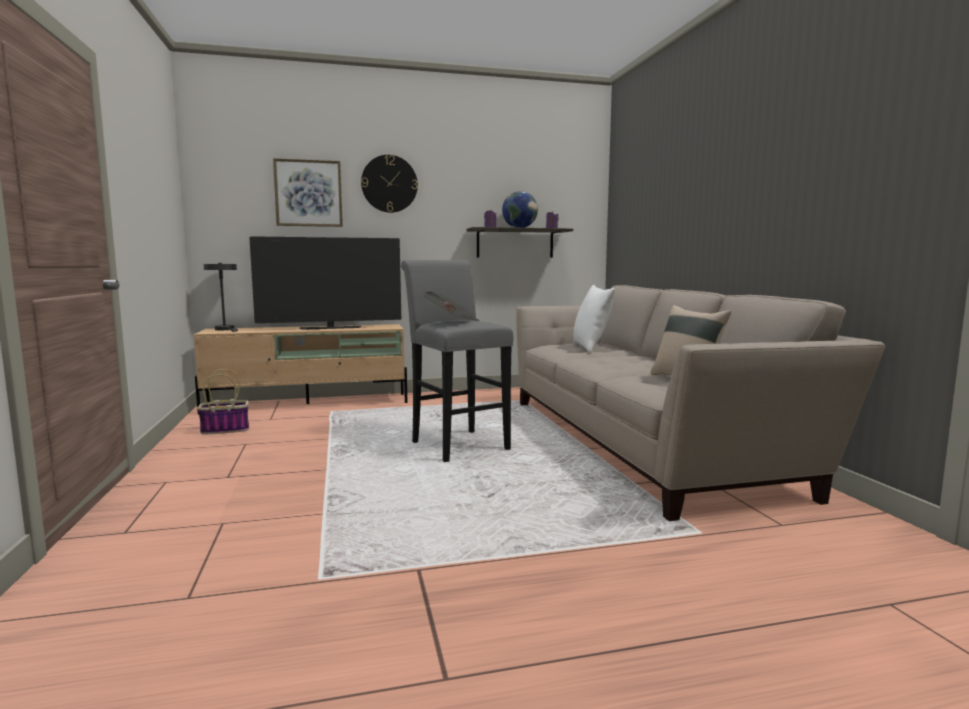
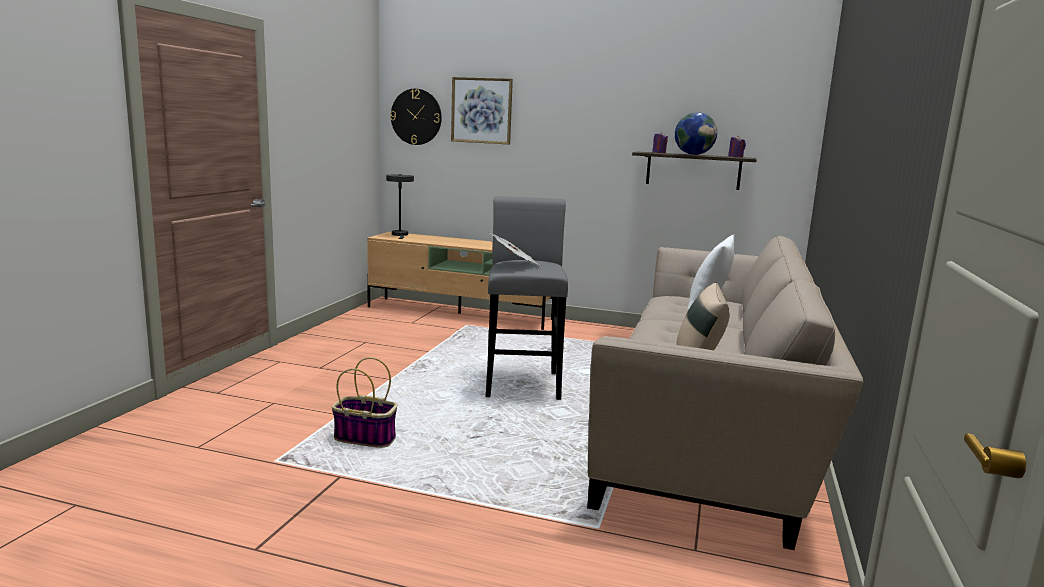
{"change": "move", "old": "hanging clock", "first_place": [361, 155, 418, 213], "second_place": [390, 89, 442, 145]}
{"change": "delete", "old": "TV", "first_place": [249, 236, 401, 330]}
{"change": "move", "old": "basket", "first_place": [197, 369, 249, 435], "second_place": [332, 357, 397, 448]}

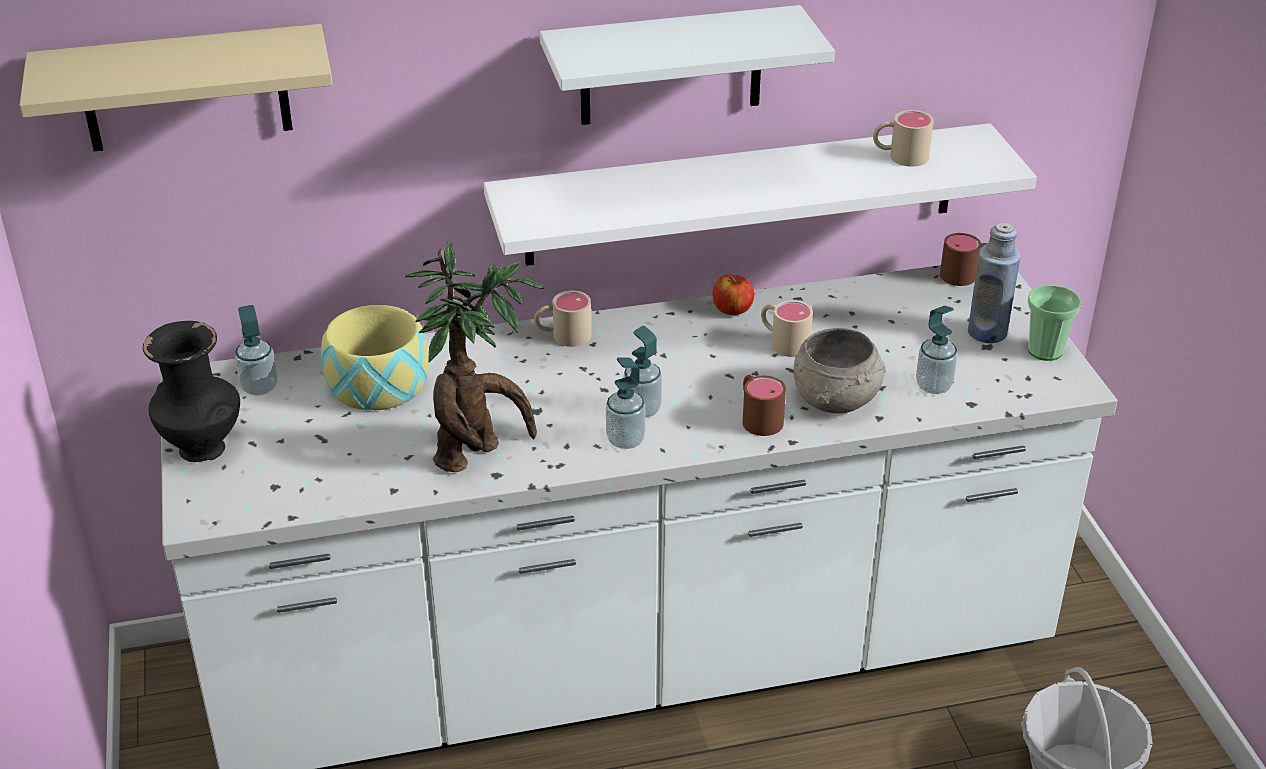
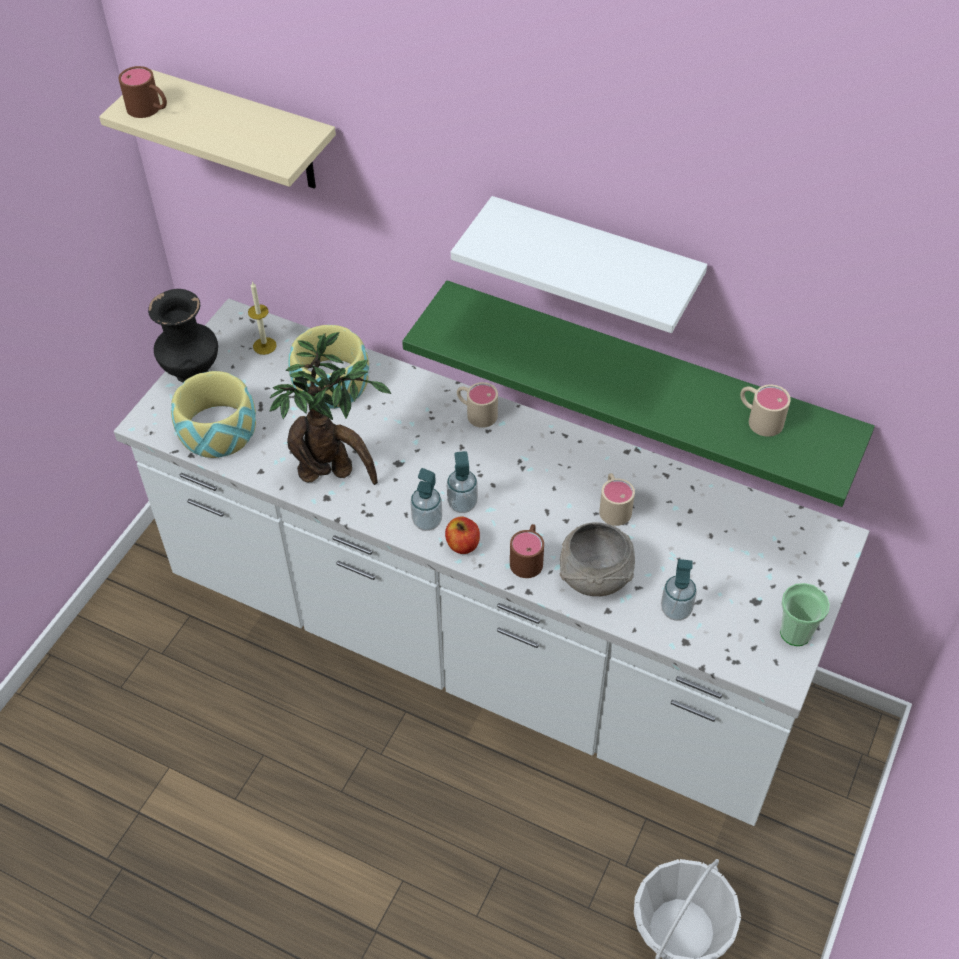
{"change": "recolor", "old": "whitish bracket shelf", "new": "greenish bracket shelf", "first_place": [484, 123, 1037, 266], "second_place": [402, 280, 875, 507]}
{"change": "delete", "old": "blue bottle", "first_place": [968, 222, 1021, 343]}
{"change": "move", "old": "brownish tea mug", "first_place": [940, 233, 988, 286], "second_place": [118, 66, 167, 118]}
{"change": "move", "old": "whole apple", "first_place": [712, 275, 754, 315], "second_place": [445, 516, 480, 554]}
{"change": "replace", "old": "soap bottle", "new": "wax candle", "first_place": [235, 305, 277, 396], "second_place": [248, 281, 277, 355]}
{"change": "insert", "new": "deep dish", "second_place": [171, 371, 256, 458]}

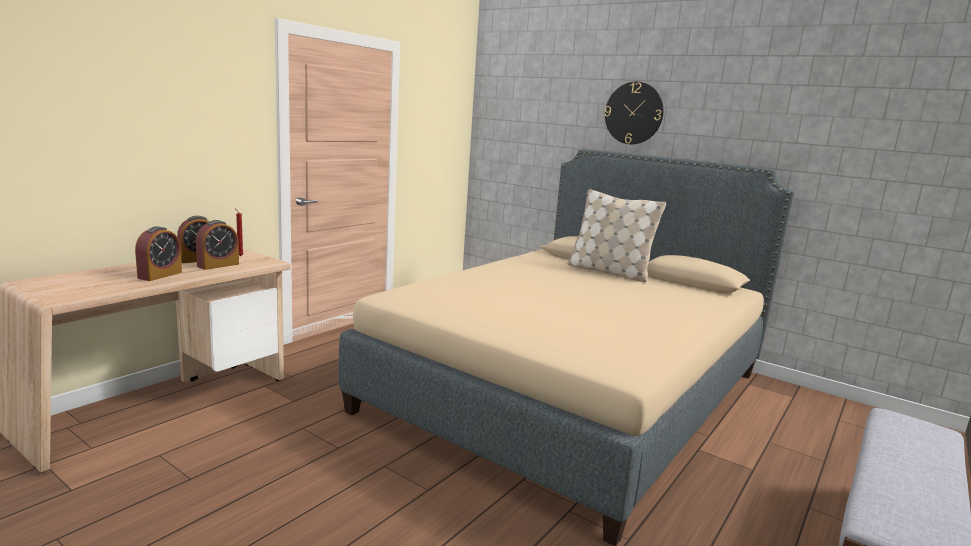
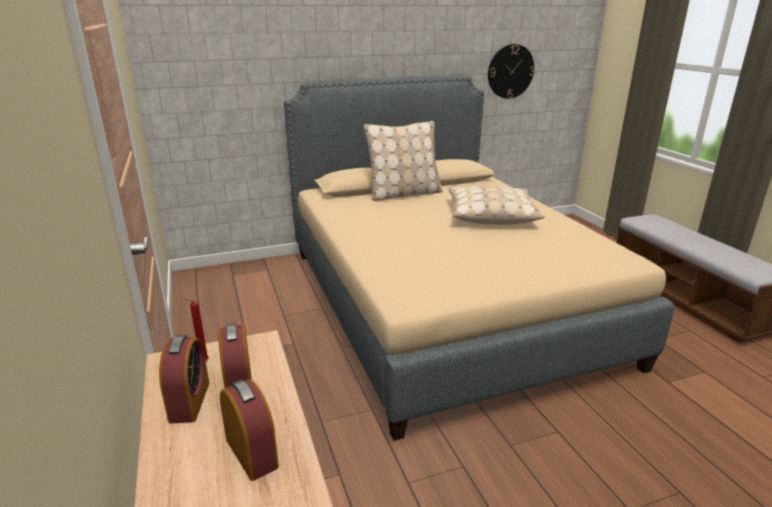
{"change": "move", "old": "hanging clock", "first_place": [604, 82, 664, 144], "second_place": [488, 44, 535, 99]}
{"change": "insert", "new": "beige cushion", "second_place": [448, 186, 545, 225]}

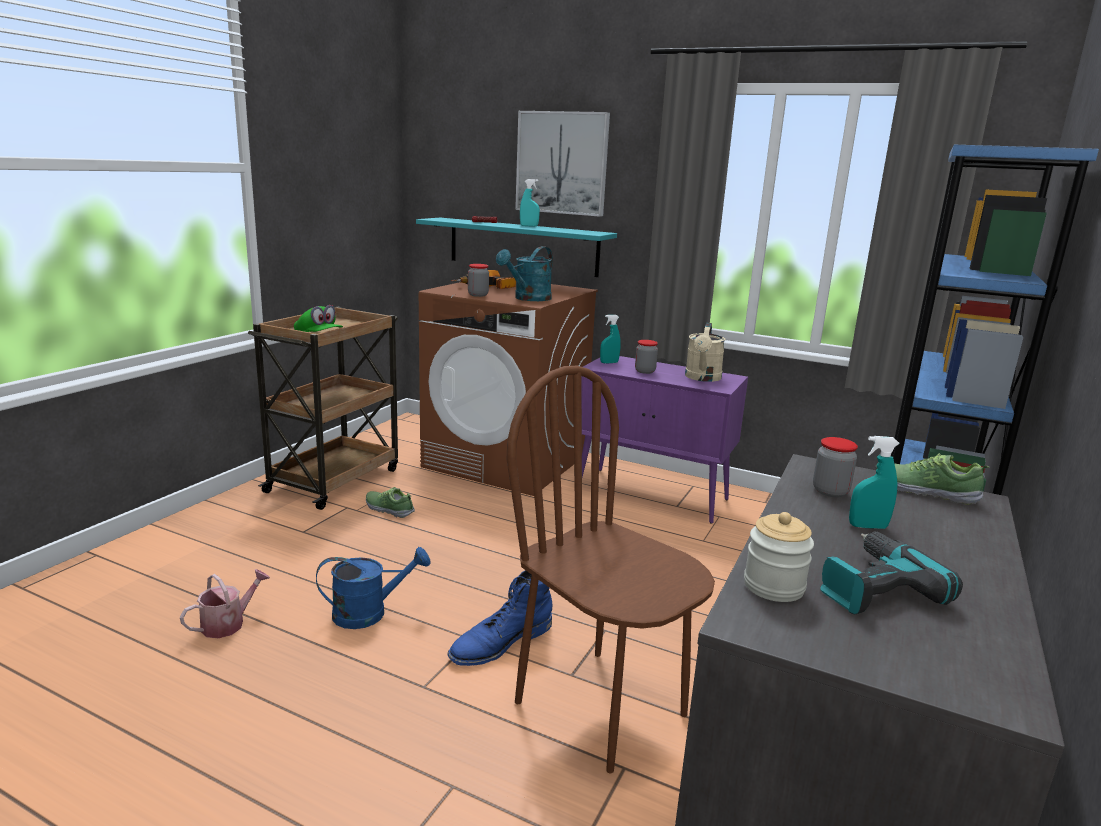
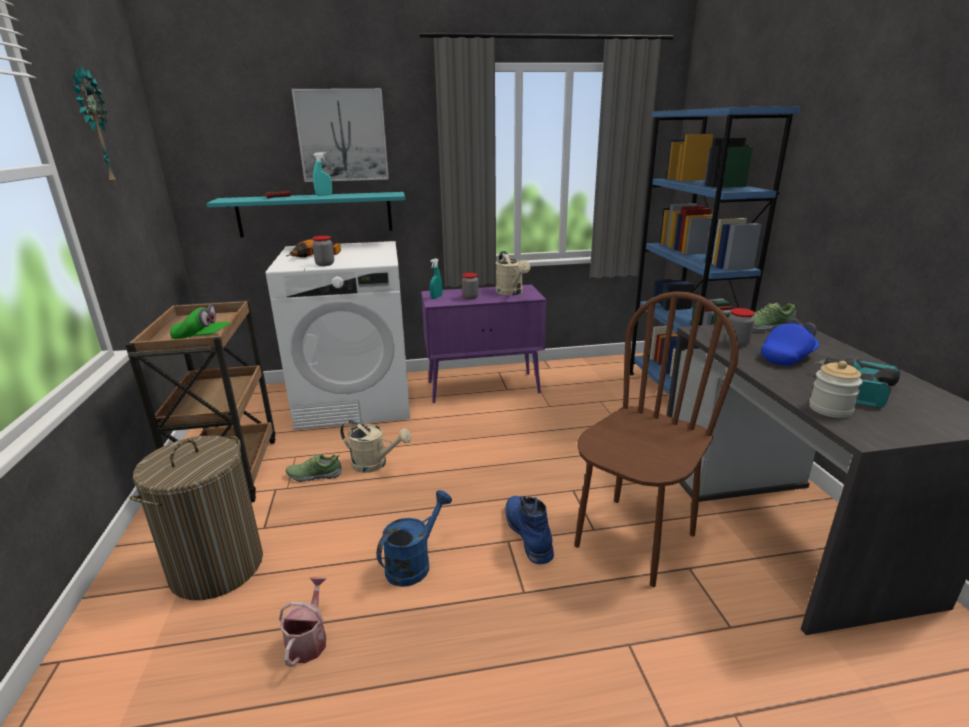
{"change": "delete", "old": "turquoise sprinkling can", "first_place": [496, 246, 553, 301]}
{"change": "recolor", "old": "brownish laundry machine", "new": "whitish laundry machine", "first_place": [419, 282, 598, 496], "second_place": [266, 241, 410, 430]}
{"change": "rotate", "old": "brownish chair", "first_place": [507, 366, 715, 773], "second_place": [574, 291, 739, 587], "degrees": 120}
{"change": "replace", "old": "turquoise spray bottle", "new": "blue baseball cap", "first_place": [849, 436, 900, 529], "second_place": [761, 318, 819, 366]}
{"change": "rotate", "old": "blue high-top boot", "first_place": [447, 570, 553, 666], "second_place": [505, 496, 554, 564], "degrees": 150}
{"change": "insert", "new": "hanging clock", "second_place": [72, 65, 116, 185]}
{"change": "insert", "new": "beige sprinkling can", "second_place": [340, 420, 412, 473]}
{"change": "insert", "new": "hamper", "second_place": [129, 436, 263, 600]}

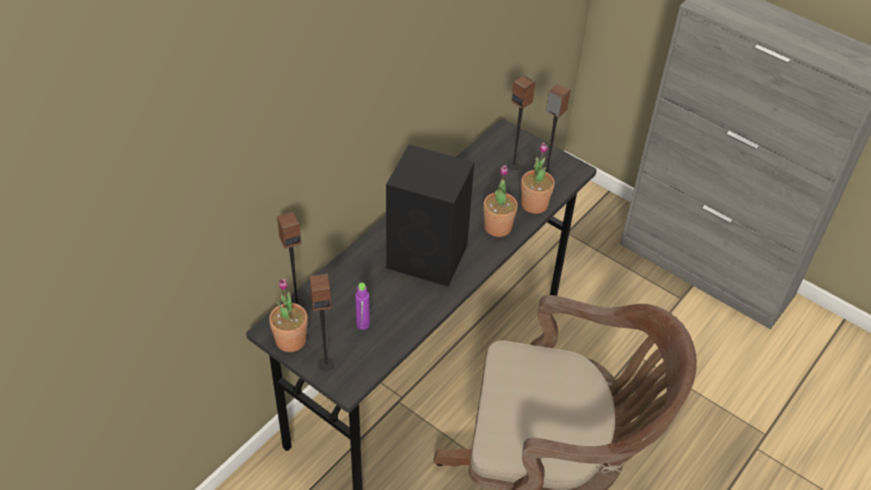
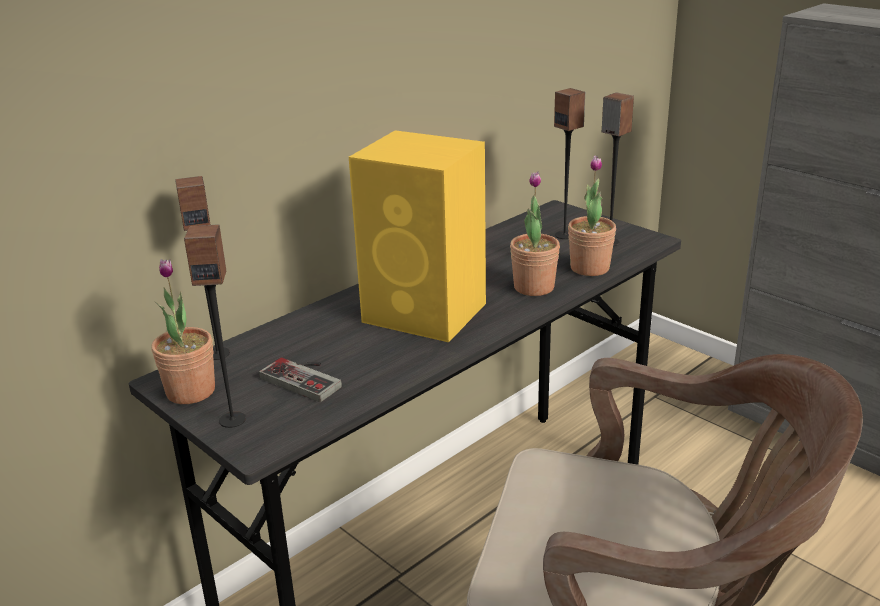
{"change": "recolor", "old": "black audio speaker", "new": "yellowish audio speaker", "first_place": [386, 145, 474, 287], "second_place": [349, 130, 486, 342]}
{"change": "replace", "old": "purple-coloured bottle", "new": "joypad", "first_place": [355, 283, 370, 330], "second_place": [259, 358, 342, 402]}

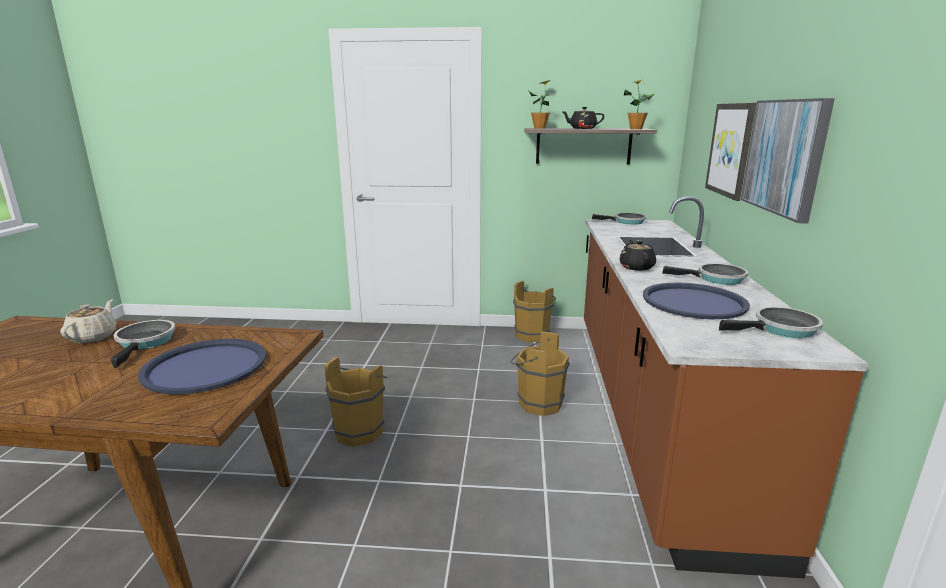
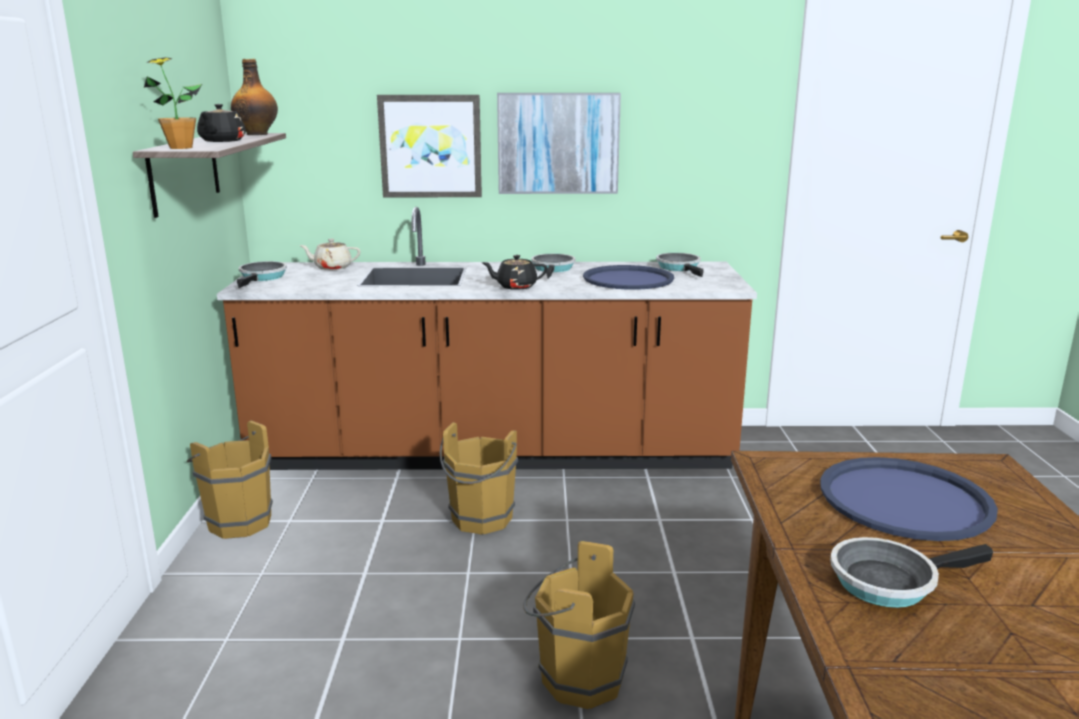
{"change": "replace", "old": "potted plant", "new": "bottle", "first_place": [624, 80, 654, 129], "second_place": [231, 59, 278, 135]}
{"change": "move", "old": "beige pot for tea", "first_place": [60, 299, 116, 344], "second_place": [299, 239, 360, 270]}

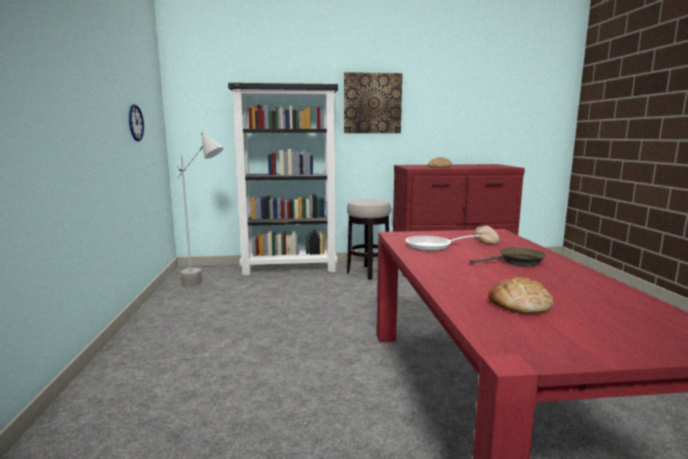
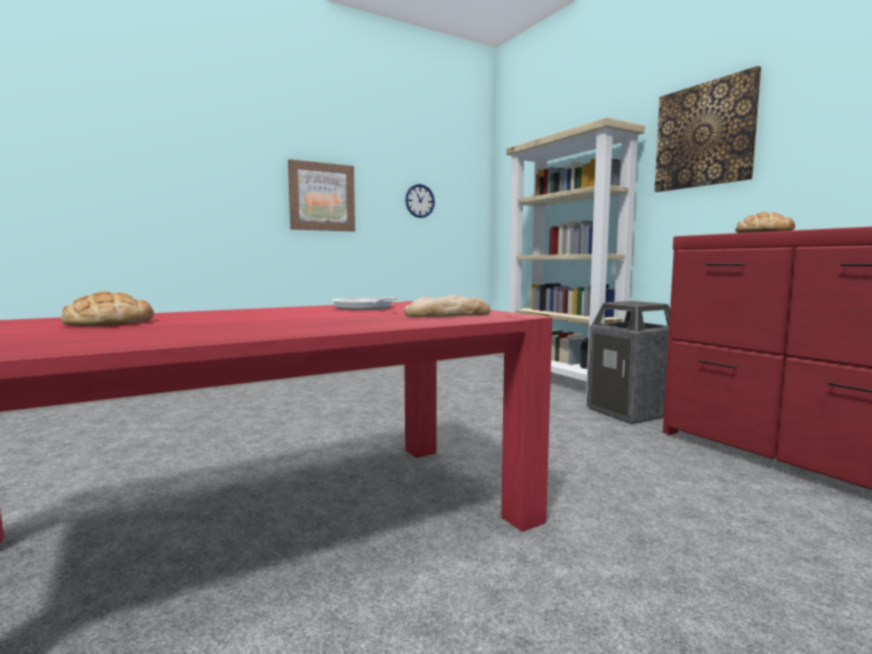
{"change": "recolor", "old": "black shelving unit", "new": "beige shelving unit", "first_place": [228, 83, 338, 275], "second_place": [506, 117, 645, 396]}
{"change": "delete", "old": "gray standard lamp", "first_place": [177, 132, 223, 287]}
{"change": "replace", "old": "sitting stool", "new": "trash can", "first_place": [347, 200, 391, 280], "second_place": [587, 301, 670, 425]}
{"change": "delete", "old": "brownish skillet", "first_place": [470, 247, 547, 266]}
{"change": "insert", "new": "picture", "second_place": [288, 159, 355, 232]}

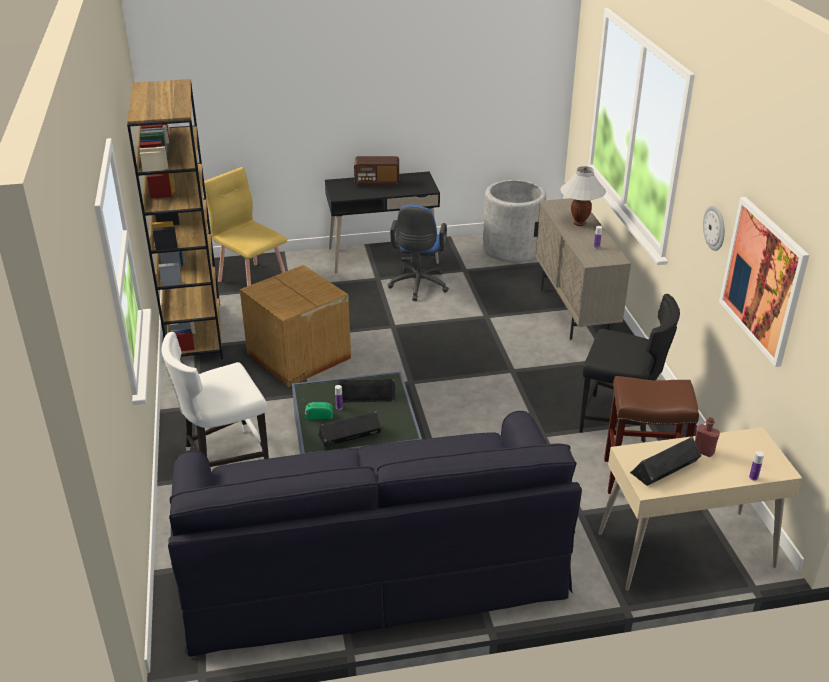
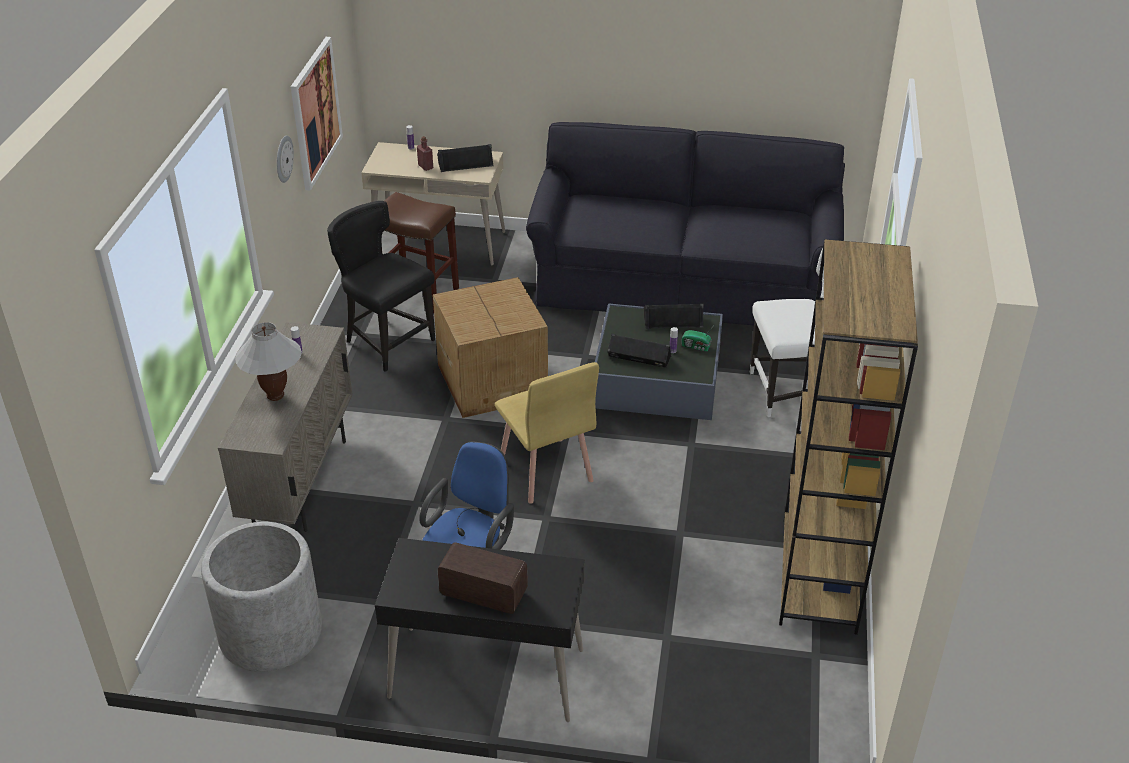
{"change": "move", "old": "yellowish chair", "first_place": [204, 167, 287, 286], "second_place": [495, 362, 599, 504]}
{"change": "move", "old": "cardboard box", "first_place": [240, 265, 351, 387], "second_place": [433, 277, 548, 418]}

